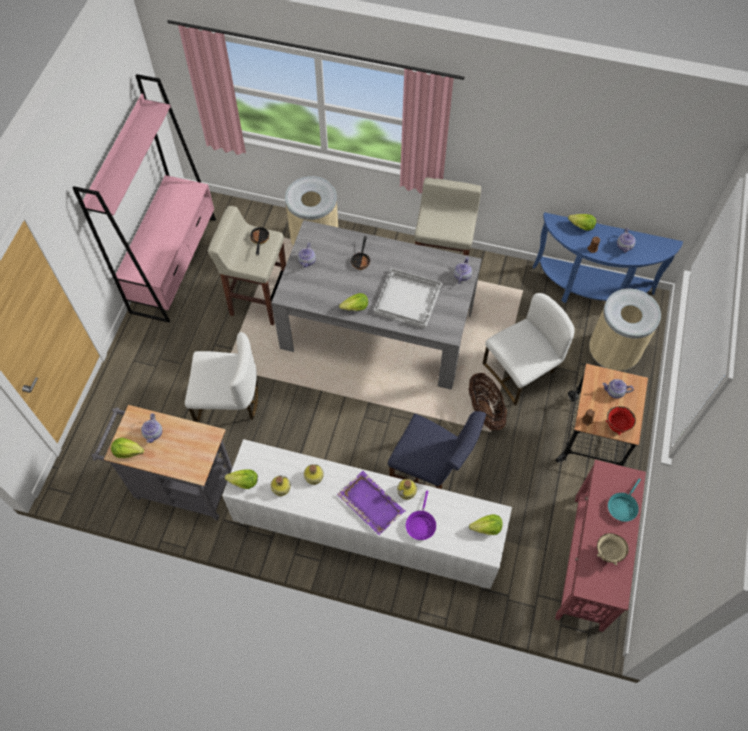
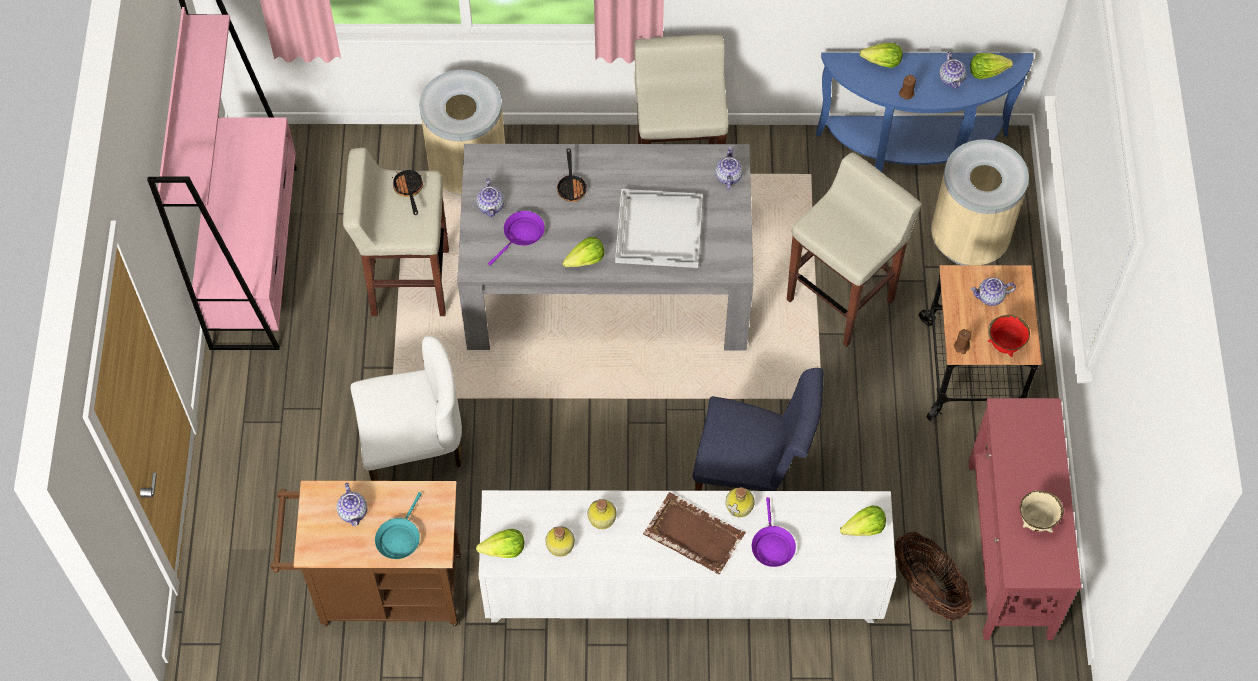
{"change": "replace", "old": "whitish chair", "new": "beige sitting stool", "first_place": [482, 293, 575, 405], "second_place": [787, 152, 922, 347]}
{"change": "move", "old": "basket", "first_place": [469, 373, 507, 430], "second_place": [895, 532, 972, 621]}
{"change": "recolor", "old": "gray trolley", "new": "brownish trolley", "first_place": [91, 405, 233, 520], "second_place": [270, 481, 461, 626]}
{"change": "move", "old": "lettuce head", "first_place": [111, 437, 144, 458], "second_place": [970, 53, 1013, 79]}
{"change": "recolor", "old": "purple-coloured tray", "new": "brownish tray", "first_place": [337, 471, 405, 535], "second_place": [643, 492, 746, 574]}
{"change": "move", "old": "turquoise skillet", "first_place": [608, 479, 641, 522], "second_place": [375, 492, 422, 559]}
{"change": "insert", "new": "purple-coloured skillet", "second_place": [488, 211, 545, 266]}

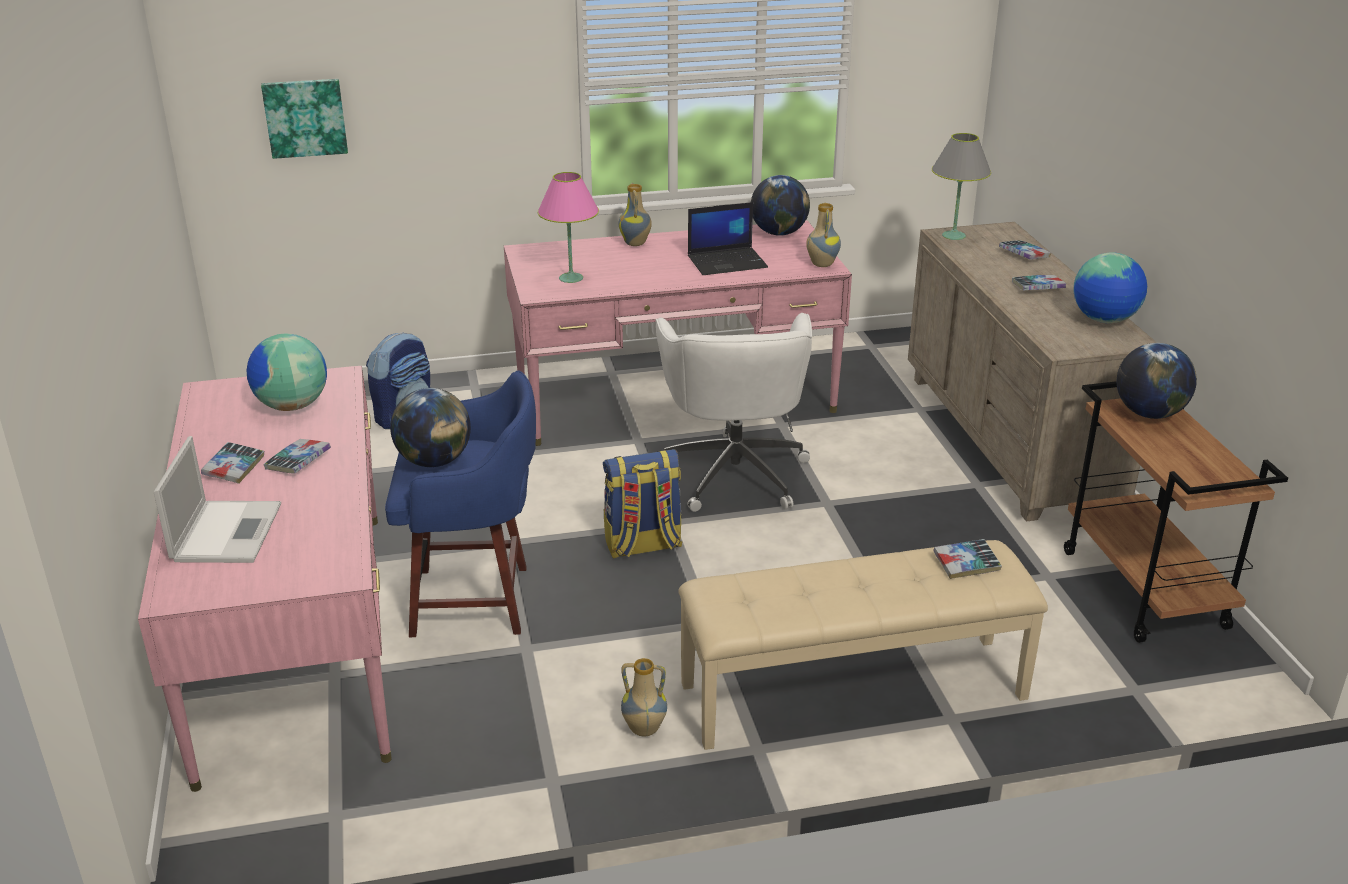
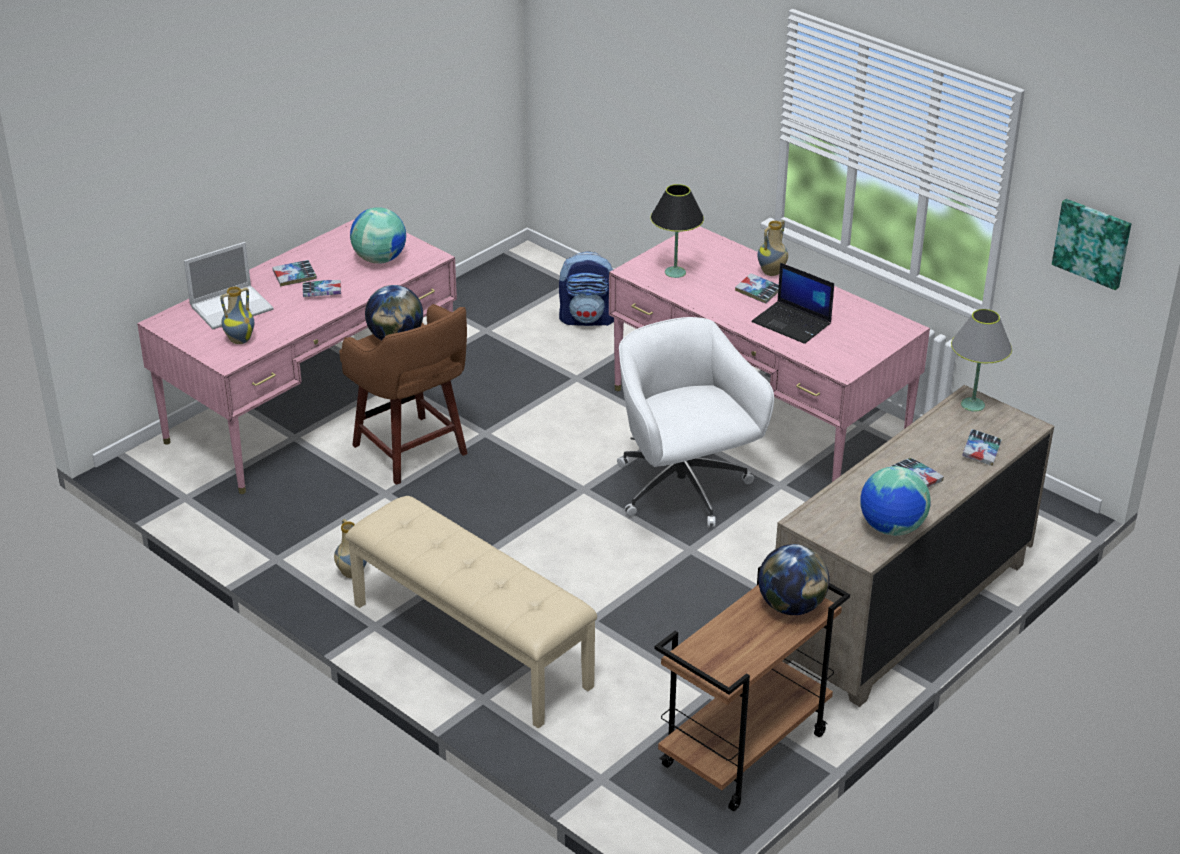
{"change": "move", "old": "picture", "first_place": [261, 79, 348, 159], "second_place": [1052, 199, 1131, 290]}
{"change": "recolor", "old": "pinkish tabletop lamp", "new": "black tabletop lamp", "first_place": [538, 172, 599, 283], "second_place": [650, 184, 704, 278]}
{"change": "delete", "old": "globe", "first_place": [751, 175, 810, 236]}
{"change": "move", "old": "vase", "first_place": [806, 203, 841, 267], "second_place": [220, 287, 254, 344]}
{"change": "rotate", "old": "whitish office chair", "first_place": [655, 313, 812, 512], "second_place": [617, 317, 774, 528], "degrees": 105}
{"change": "recolor", "old": "blue sitting stool", "new": "brownish sitting stool", "first_place": [385, 370, 536, 637], "second_place": [339, 304, 468, 485]}
{"change": "delete", "old": "rucksack", "first_place": [603, 449, 683, 559]}
{"change": "move", "old": "book", "first_place": [933, 539, 1002, 579], "second_place": [735, 273, 779, 303]}

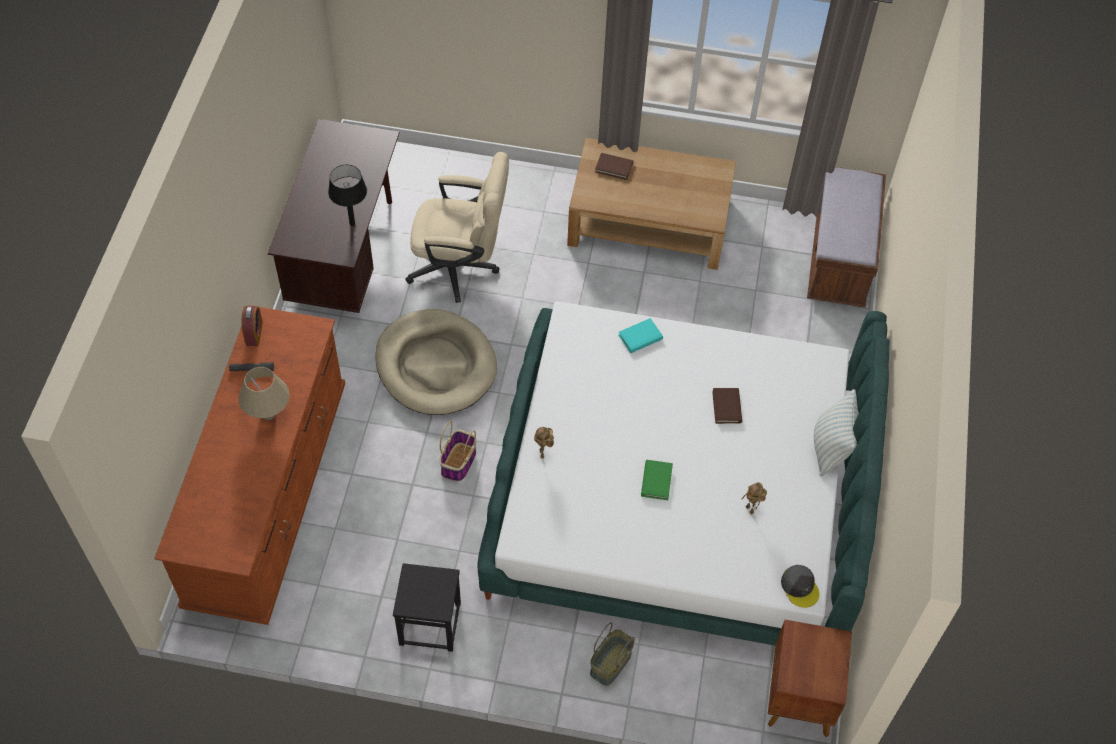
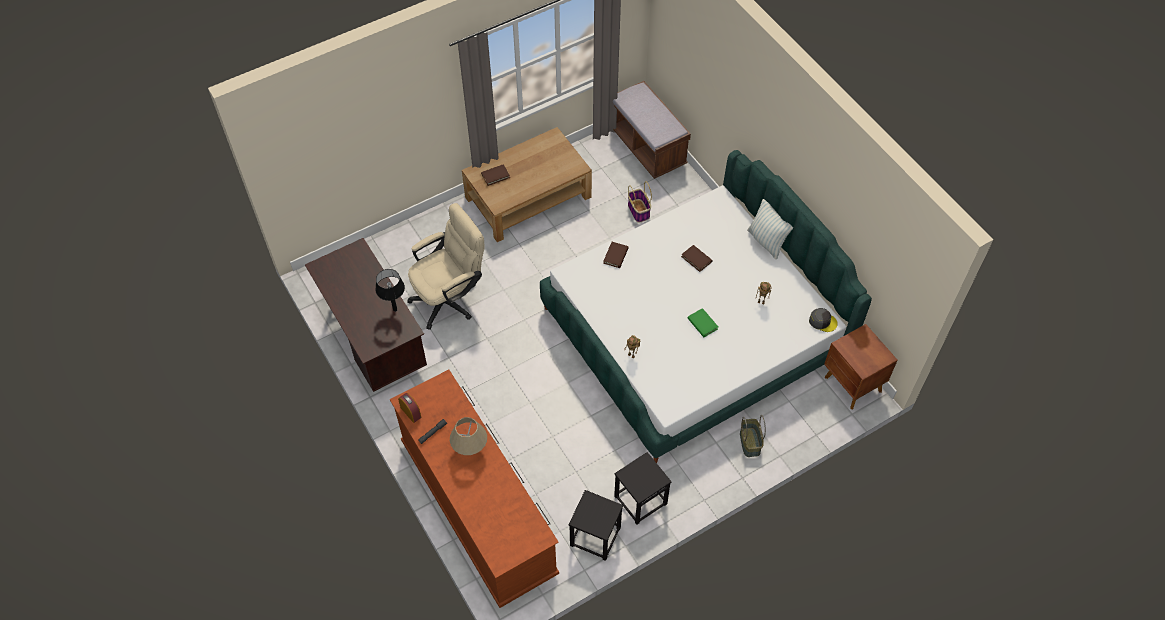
{"change": "delete", "old": "beige pet bed", "first_place": [375, 309, 497, 415]}
{"change": "recolor", "old": "turquoise book", "new": "brownish book", "first_place": [618, 318, 663, 353], "second_place": [603, 242, 629, 268]}
{"change": "move", "old": "basket", "first_place": [439, 421, 477, 481], "second_place": [628, 181, 652, 223]}
{"change": "insert", "new": "black sitting stool", "second_place": [569, 490, 623, 561]}

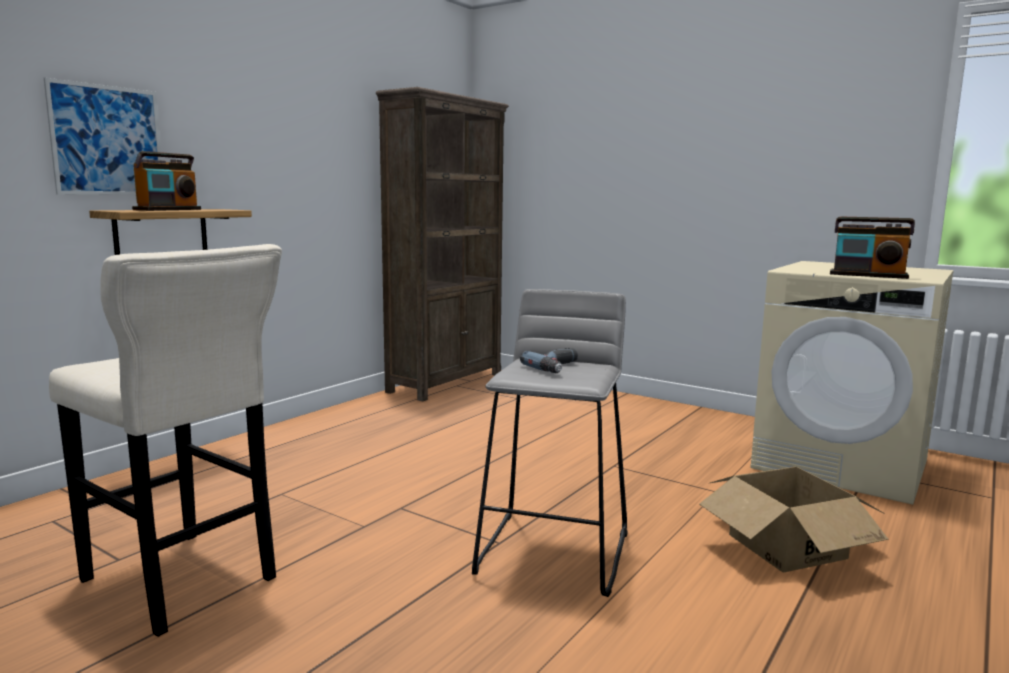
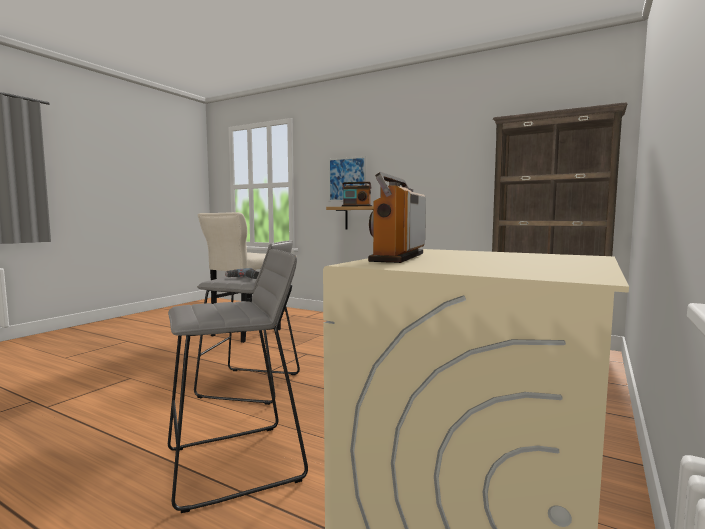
{"change": "replace", "old": "cardboard box", "new": "gray sitting stool", "first_place": [699, 467, 888, 572], "second_place": [168, 249, 308, 513]}

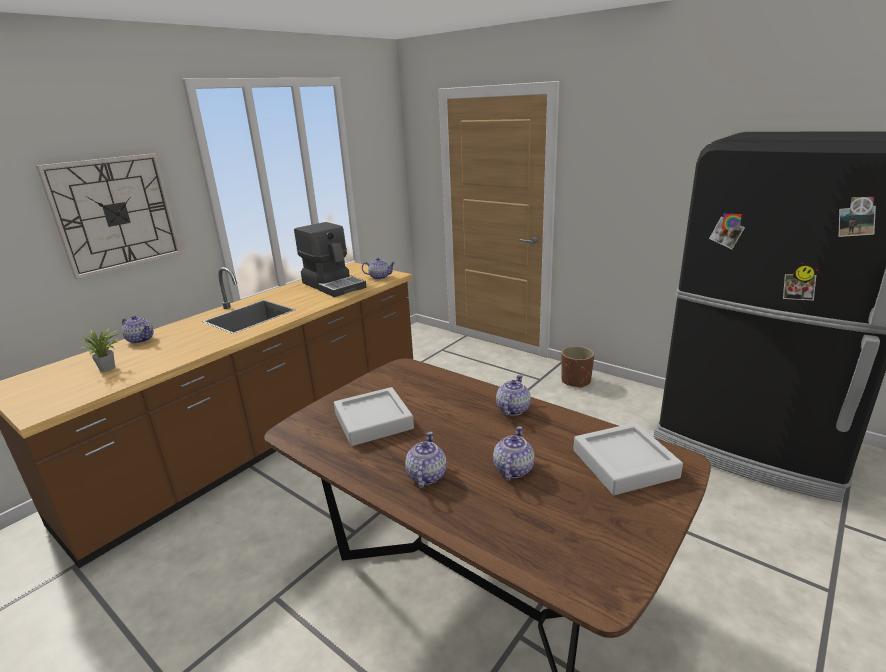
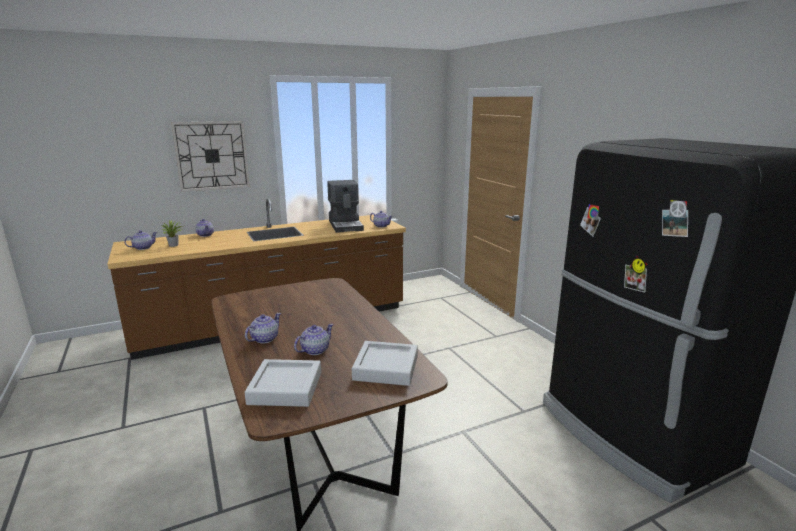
{"change": "delete", "old": "brownish plant pot", "first_place": [561, 346, 594, 388]}
{"change": "move", "old": "pot for tea", "first_place": [496, 375, 531, 416], "second_place": [124, 230, 157, 250]}
{"change": "move", "old": "gray tray", "first_place": [334, 387, 414, 446], "second_place": [245, 359, 321, 407]}

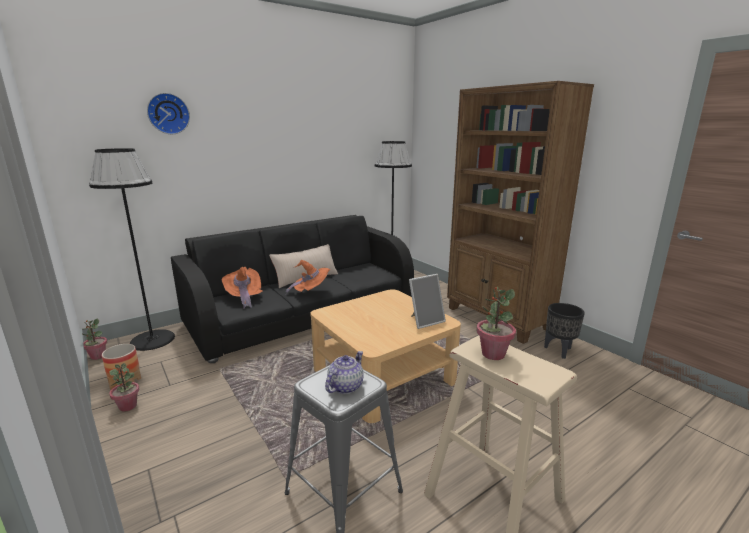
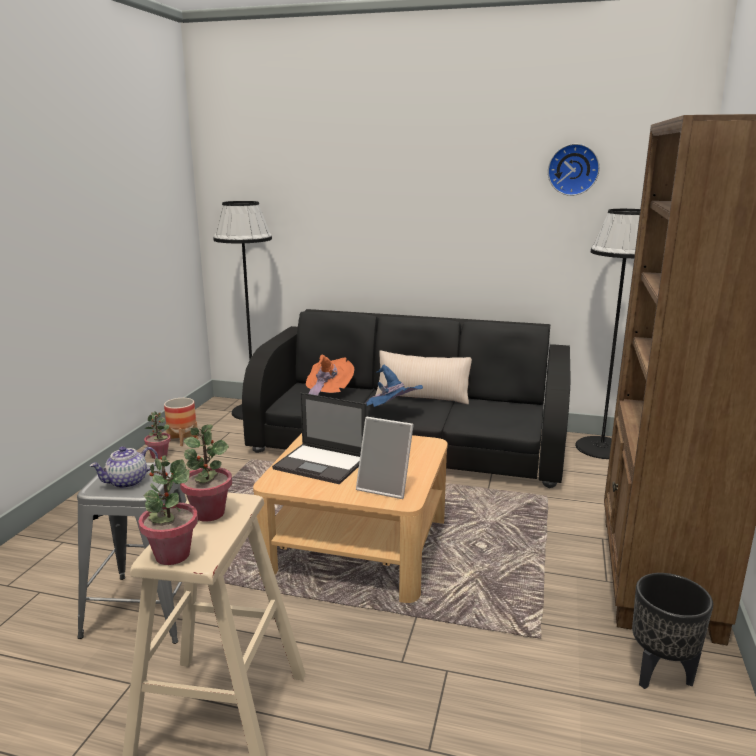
{"change": "move", "old": "hanging clock", "first_place": [147, 93, 190, 134], "second_place": [548, 144, 600, 196]}
{"change": "recolor", "old": "orange-coloured wearable hat", "new": "blue wearable hat", "first_place": [286, 260, 330, 294], "second_place": [365, 365, 423, 407]}
{"change": "move", "old": "potted plant", "first_place": [81, 319, 107, 360], "second_place": [138, 455, 198, 565]}
{"change": "rotate", "old": "pot for tea", "first_place": [325, 351, 364, 394], "second_place": [90, 447, 158, 488], "degrees": 150}
{"change": "insert", "new": "laptop", "second_place": [272, 393, 367, 484]}

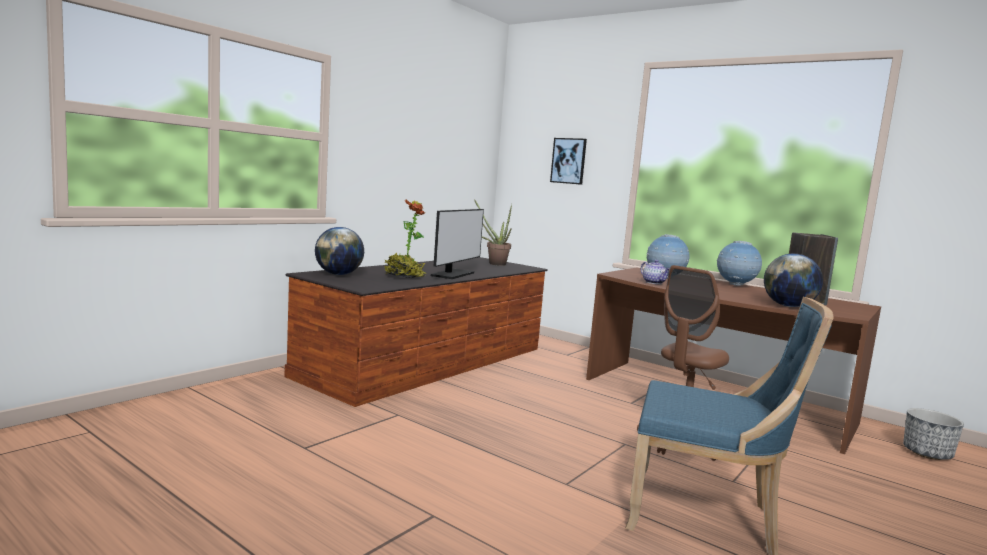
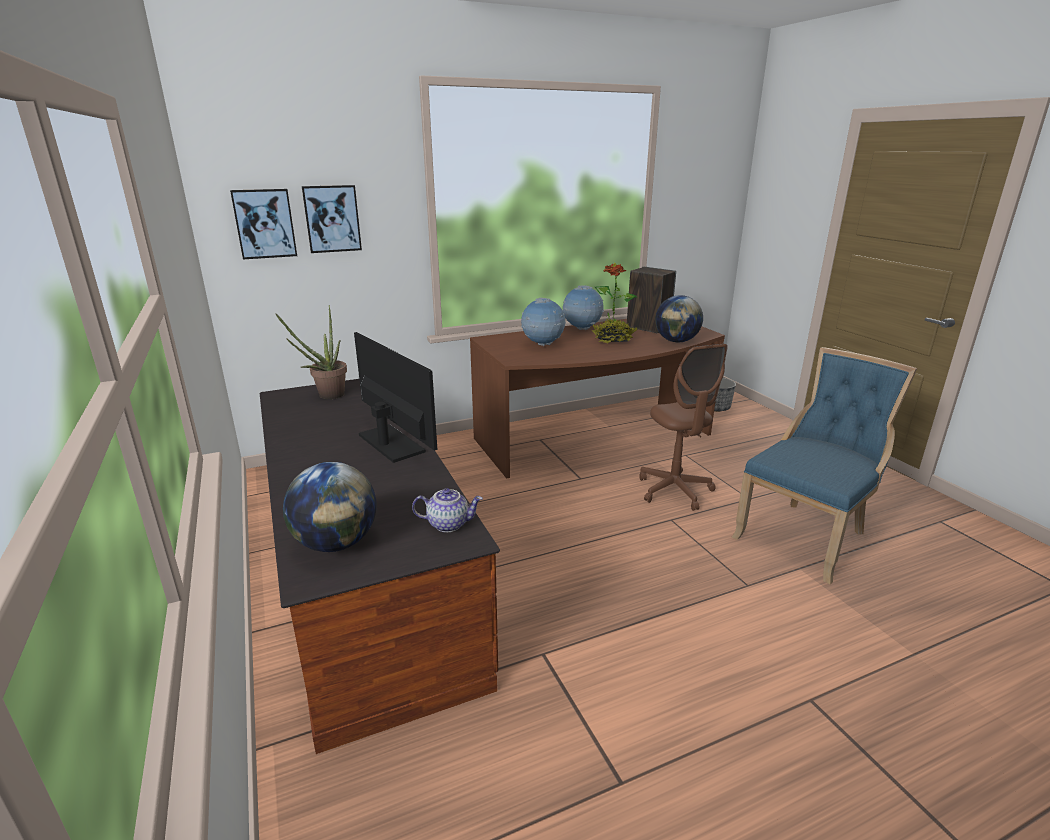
{"change": "move", "old": "potted plant", "first_place": [384, 200, 426, 278], "second_place": [592, 262, 638, 344]}
{"change": "move", "old": "pot for tea", "first_place": [641, 260, 670, 284], "second_place": [412, 488, 483, 532]}
{"change": "insert", "new": "picture", "second_place": [230, 189, 297, 259]}

